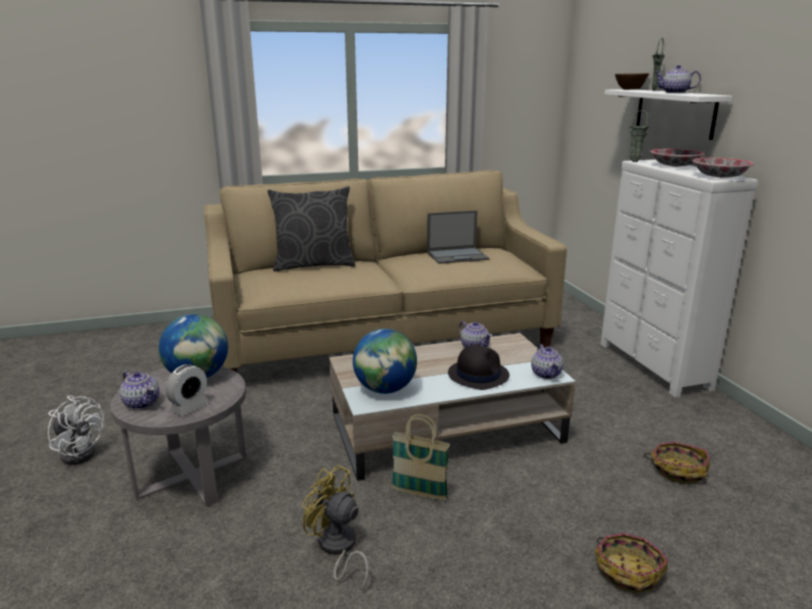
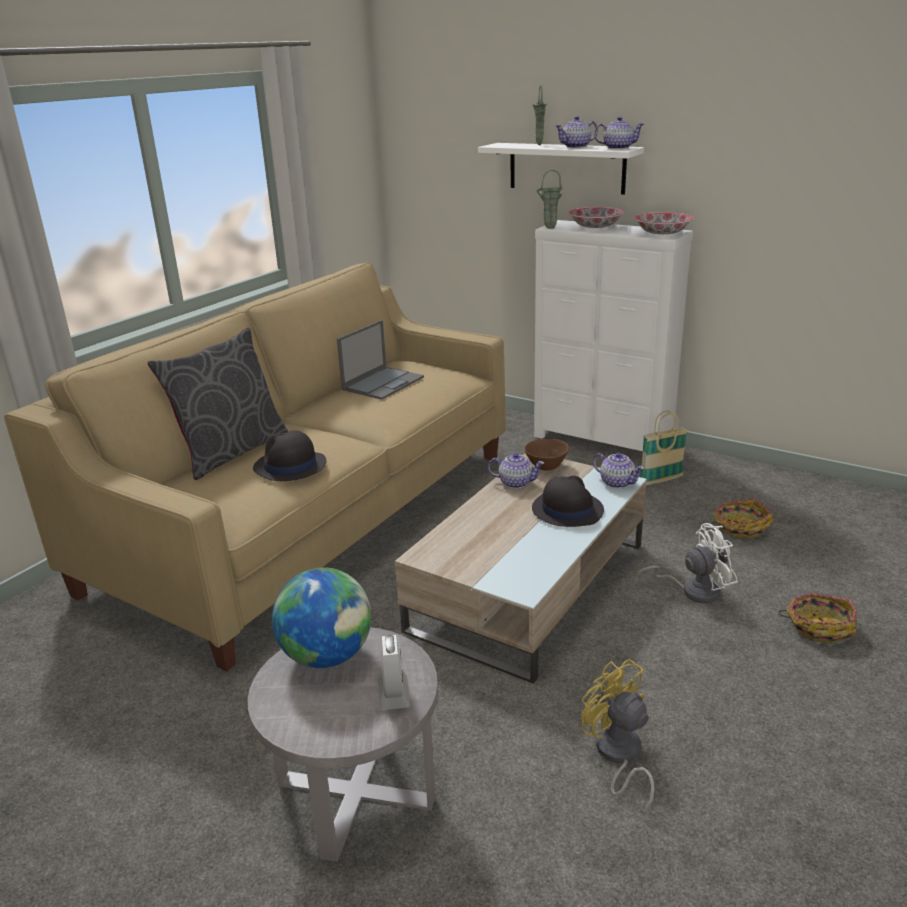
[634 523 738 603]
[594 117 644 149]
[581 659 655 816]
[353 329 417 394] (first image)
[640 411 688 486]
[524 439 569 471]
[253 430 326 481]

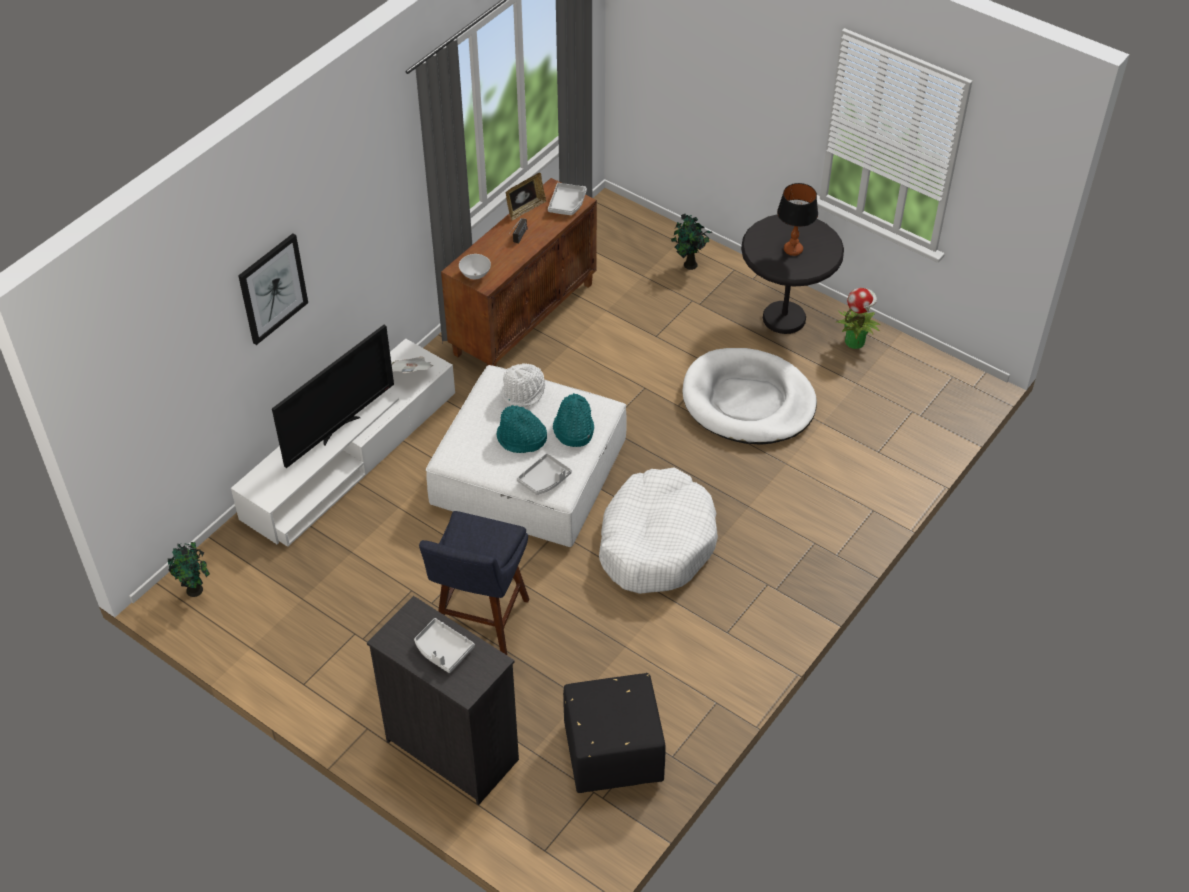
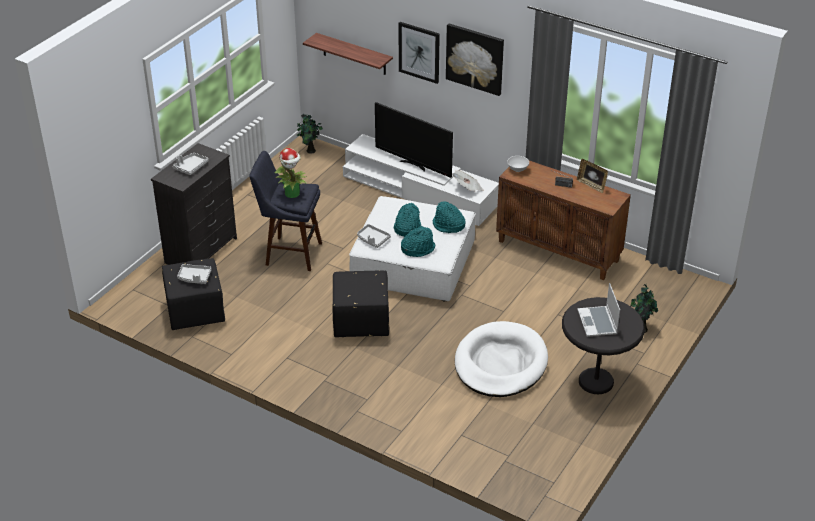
[433 201 465 233]
[177 264 212 284]
[332 271 389 337]
[577 283 620 337]
[275 148 307 198]
[303 33 393 75]
[446 24 504 96]

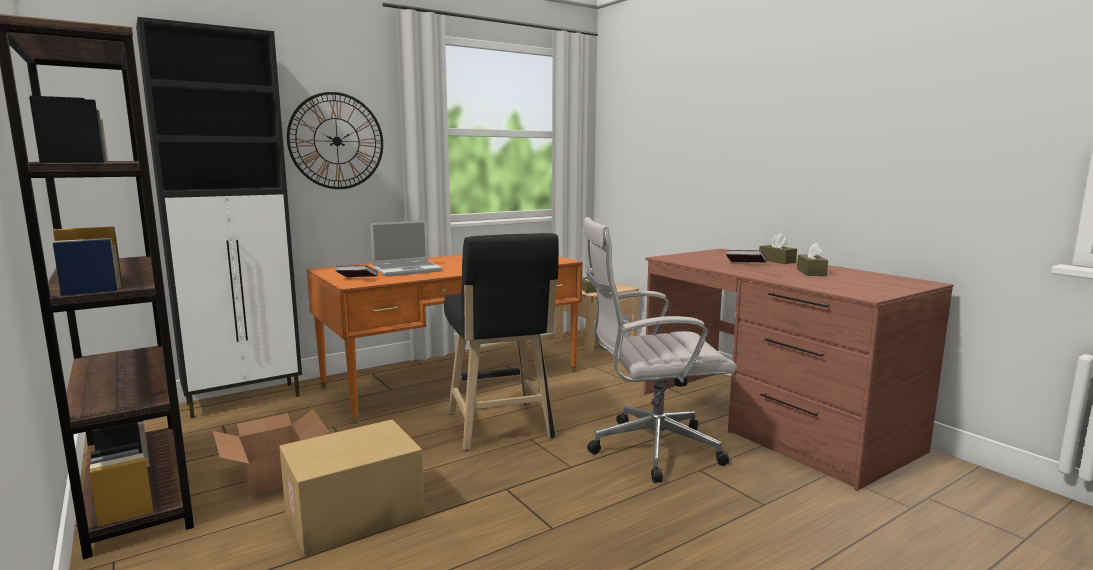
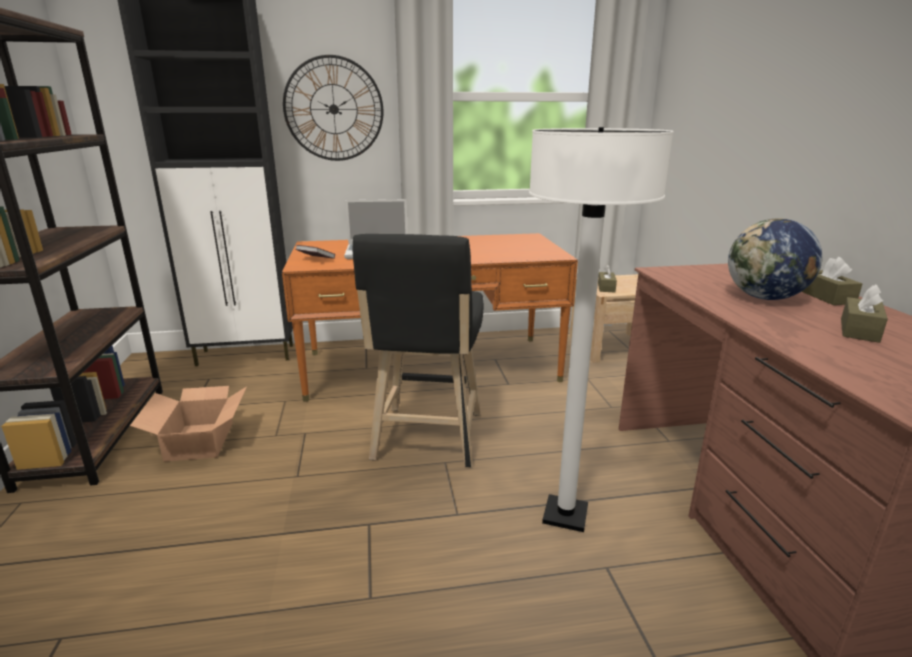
[279 419 425 556] (first image)
[529 127 674 532]
[728 218 823 300]

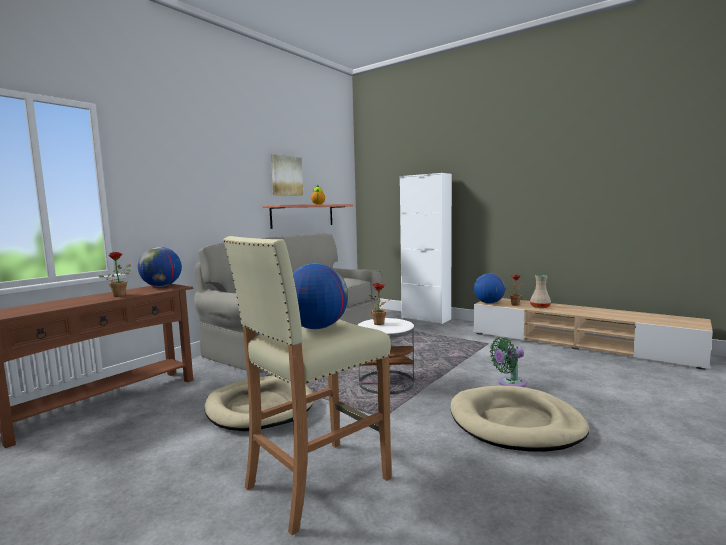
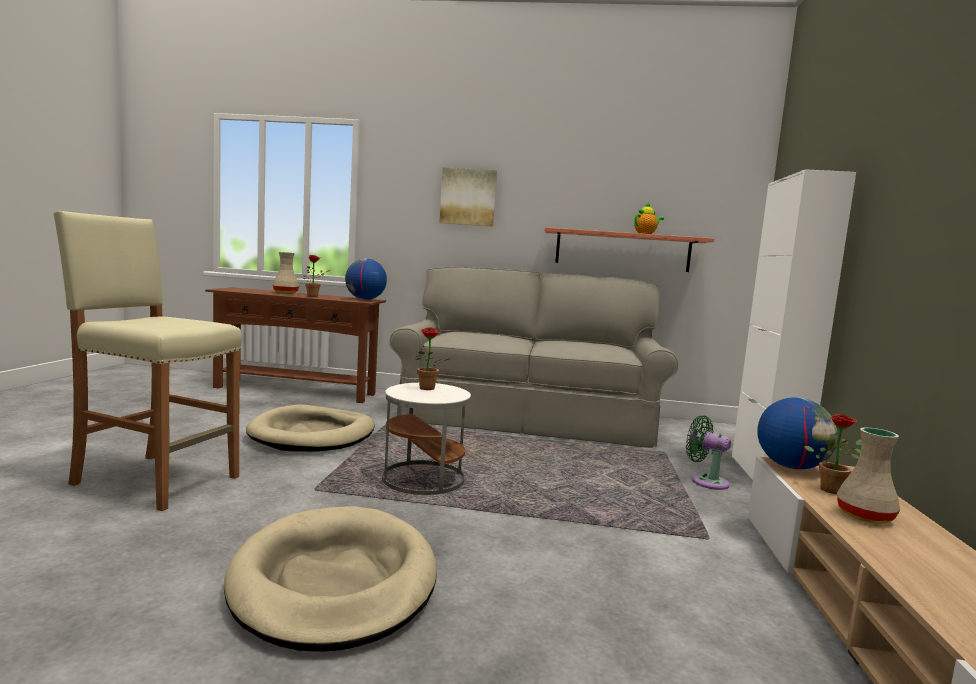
[439 167 497 227]
[293 264 348 329] (first image)
[686 415 731 490]
[273 252 299 294]

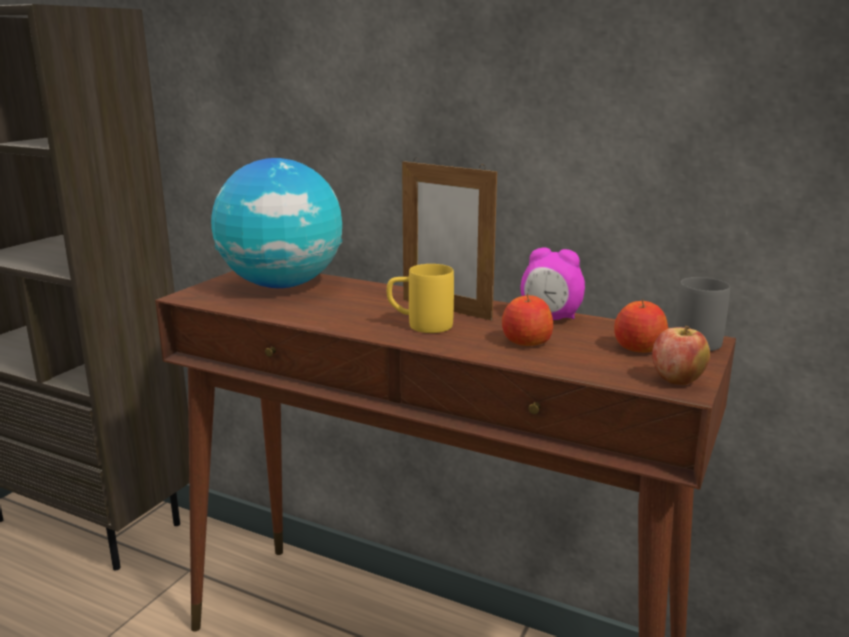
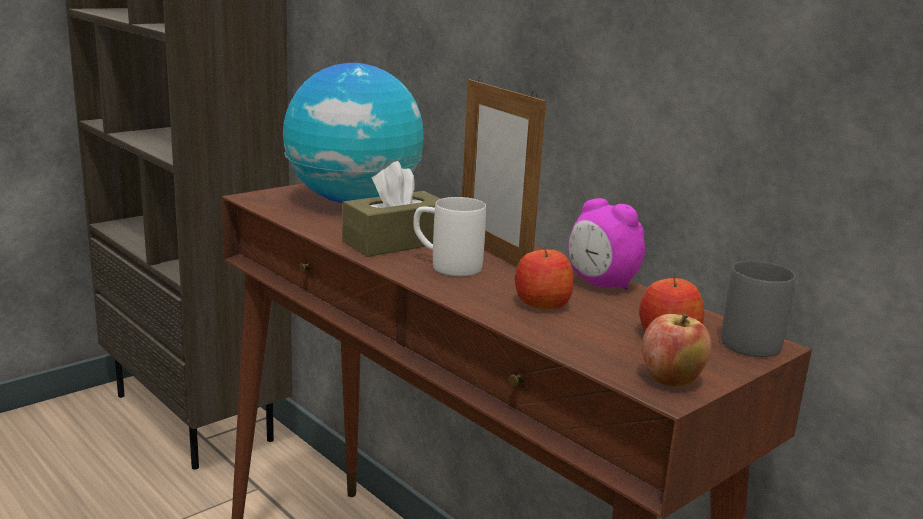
[413 197 486 276]
[342 161 441 257]

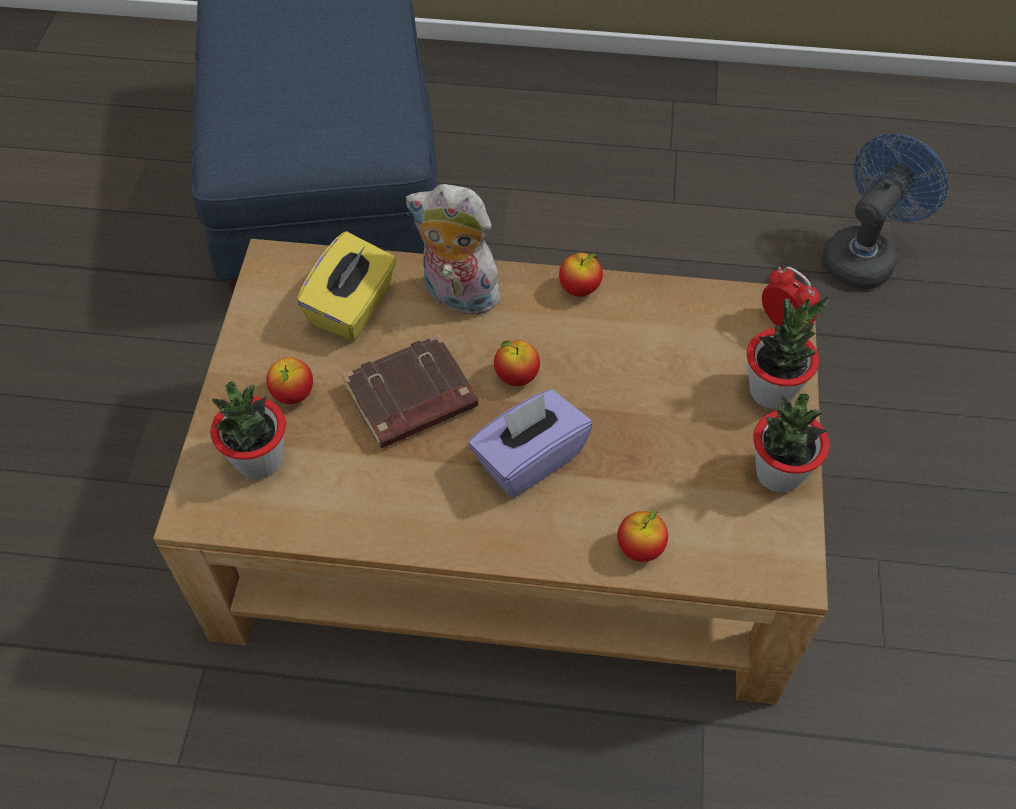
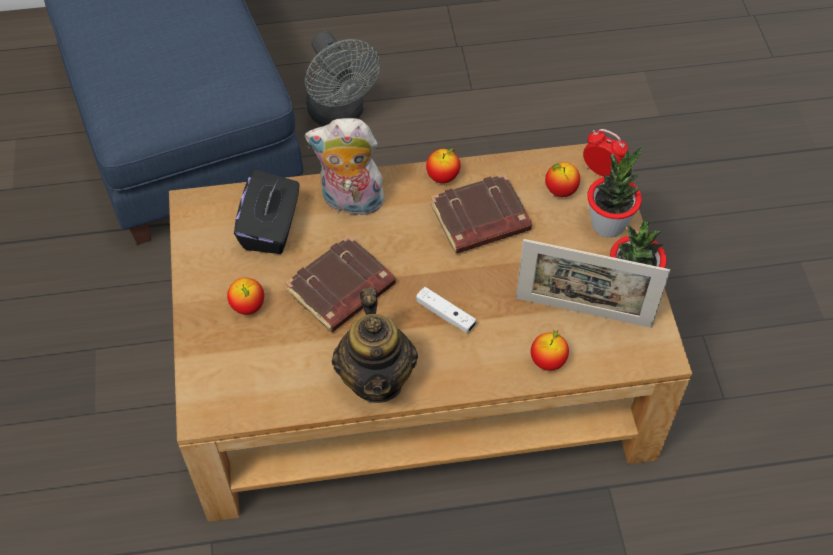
[210 381 286 479] (first image)
[234 170 300 254]
[416 287 476 333]
[545 162 580 197]
[822 134 949 289] (first image)
[305 31 380 126]
[332 287 418 403]
[430 174 532 254]
[516 239 670 328]

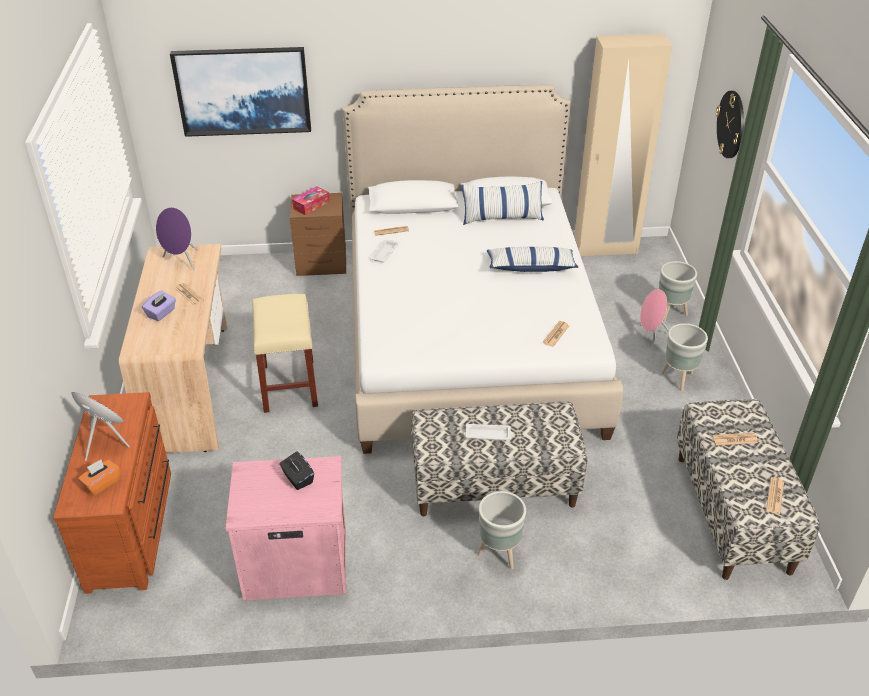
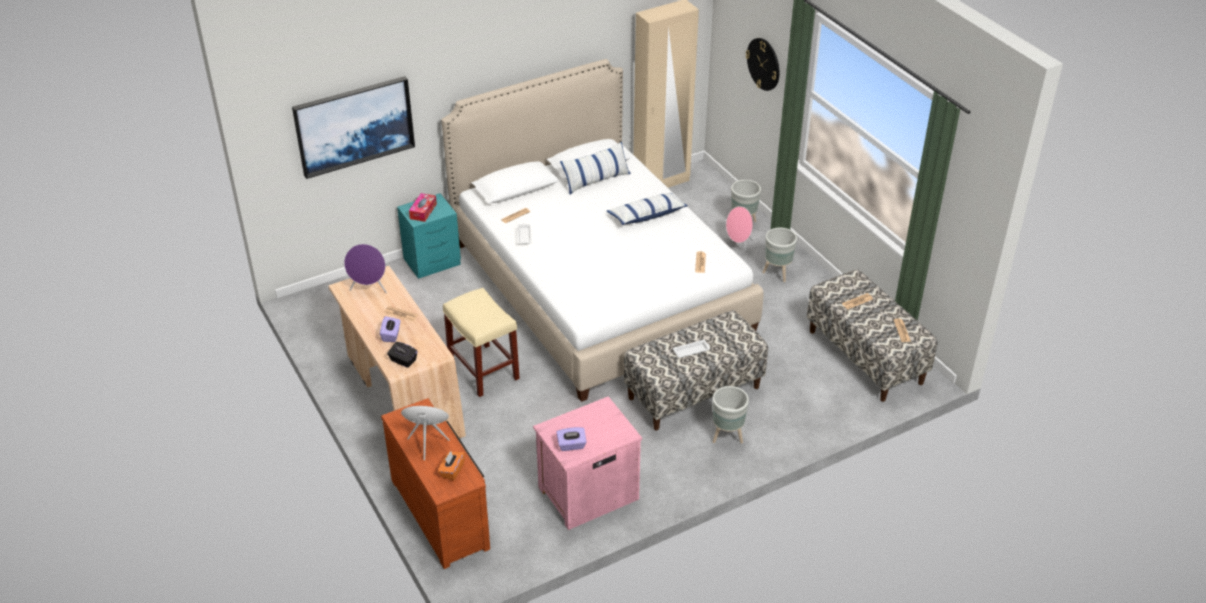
[387 342 418 368]
[397 193 461 279]
[556 427 587 451]

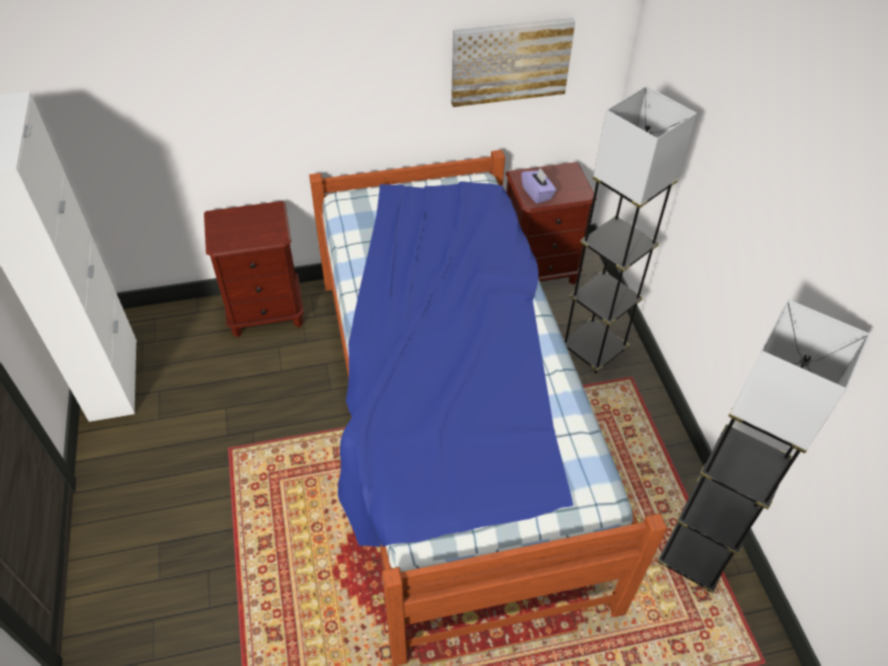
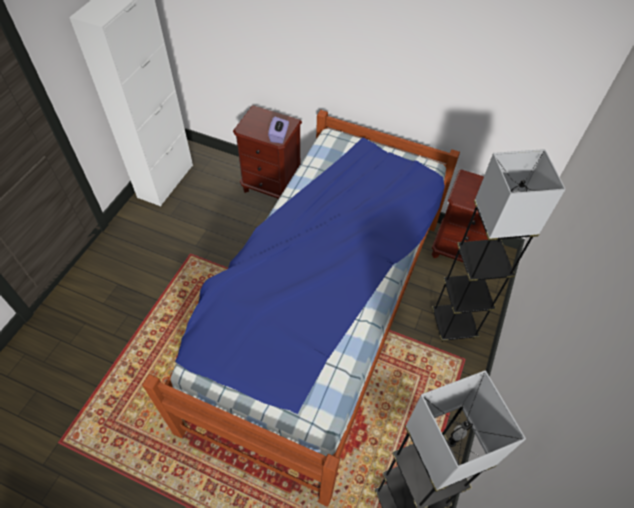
[451 18 575 107] (first image)
[268 117 289 144]

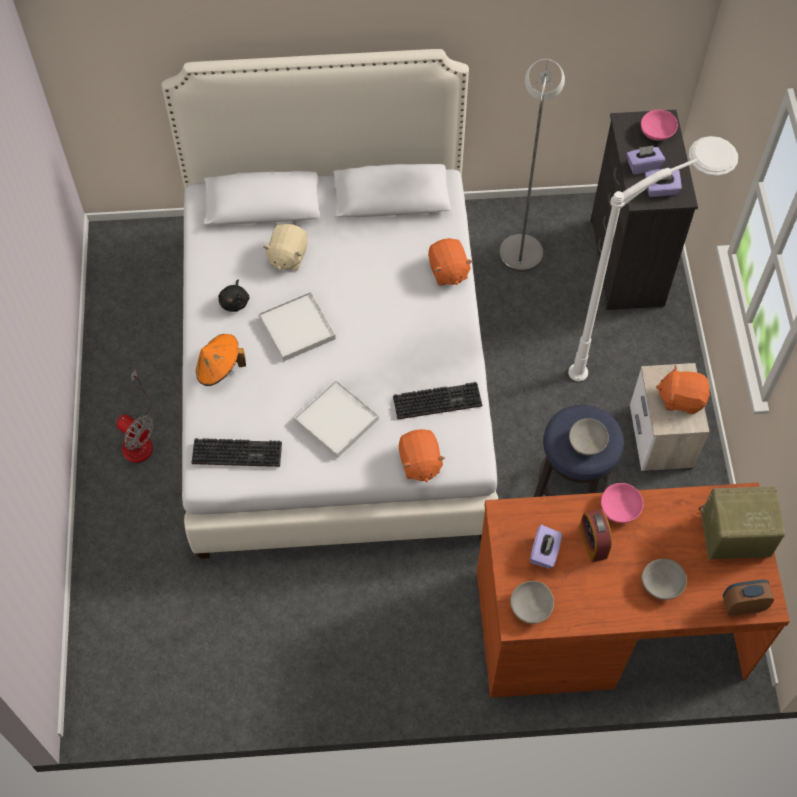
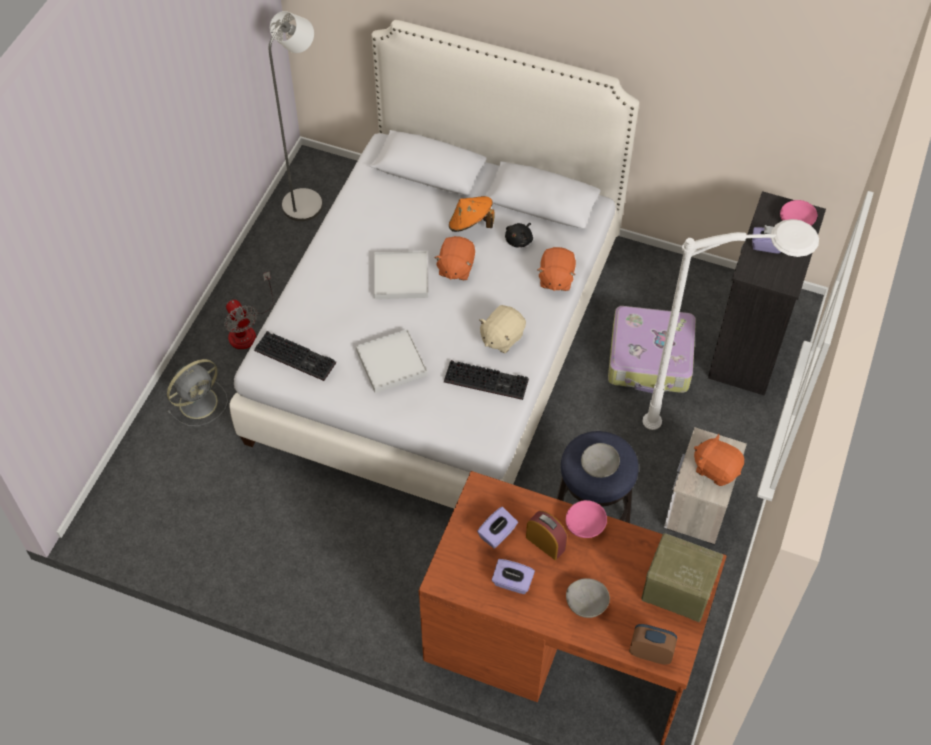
[449 196 494 232]
[505 223 533 248]
[479 305 526 353]
[435 236 475 280]
[269 11 323 221]
[510 581 554 624] (first image)
[526 511 567 560]
[492 559 535 594]
[167 359 228 426]
[608 306 696 393]

